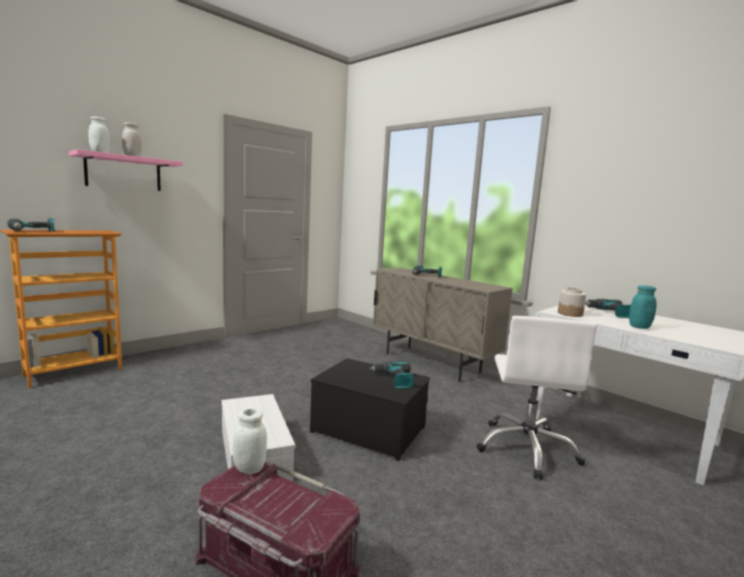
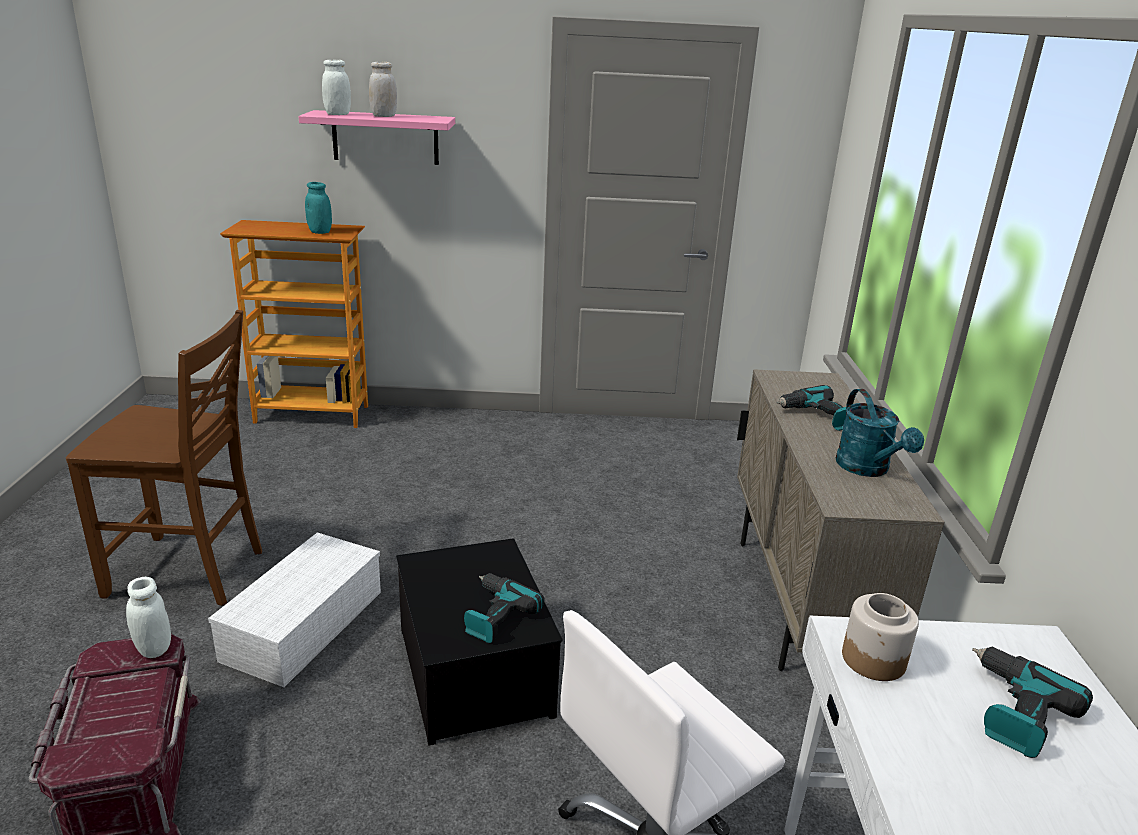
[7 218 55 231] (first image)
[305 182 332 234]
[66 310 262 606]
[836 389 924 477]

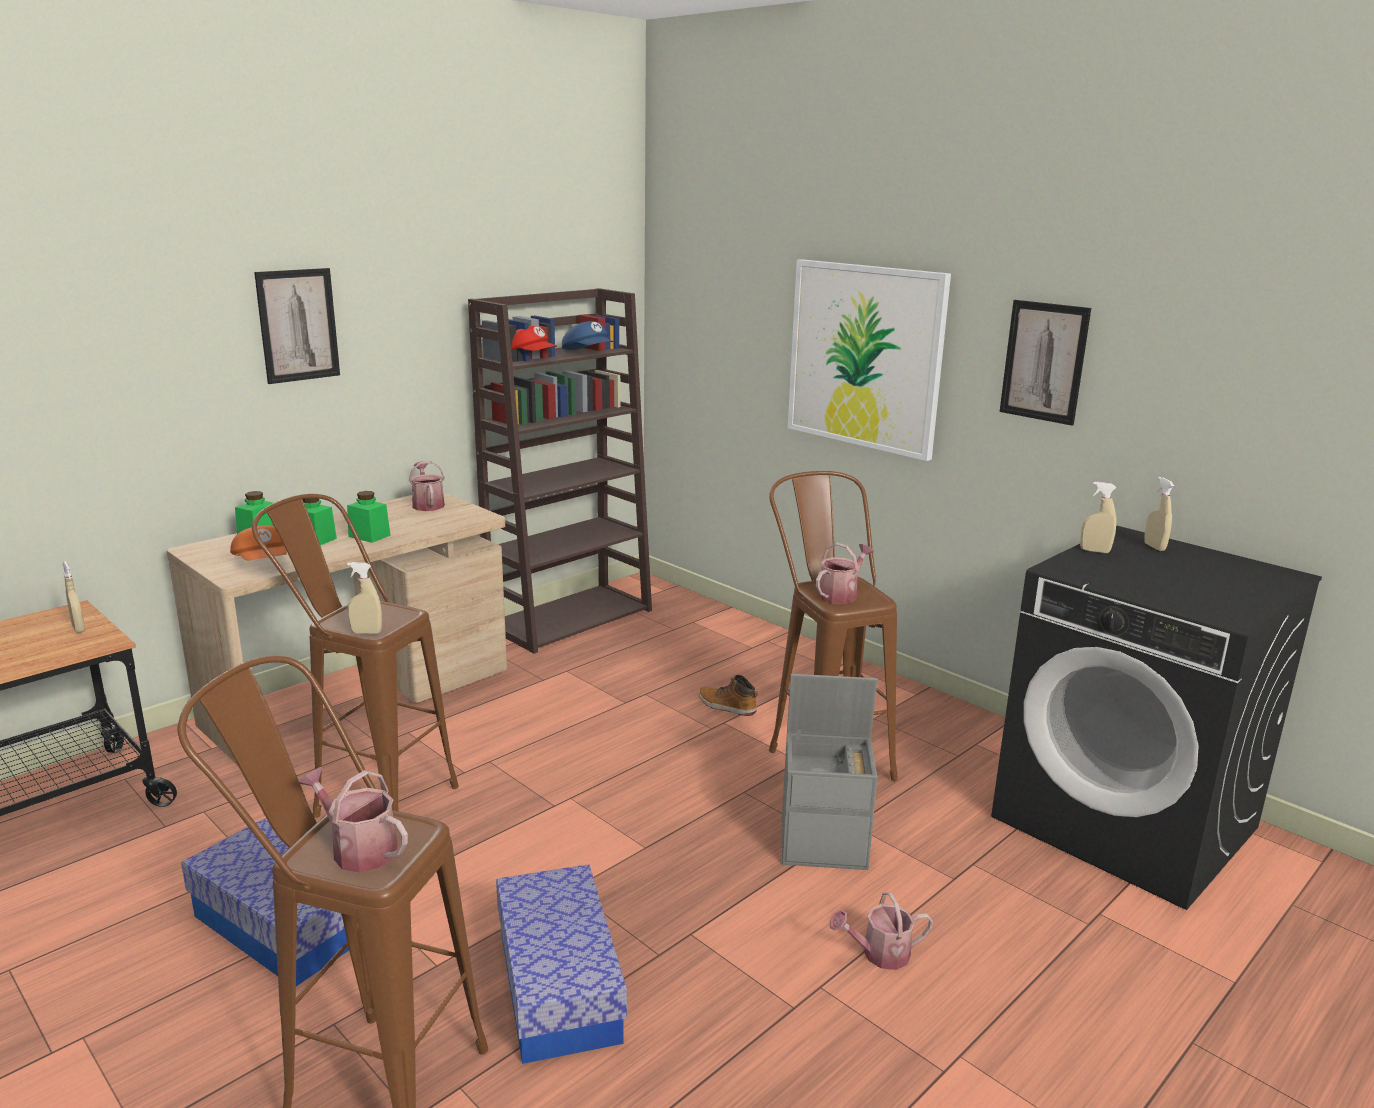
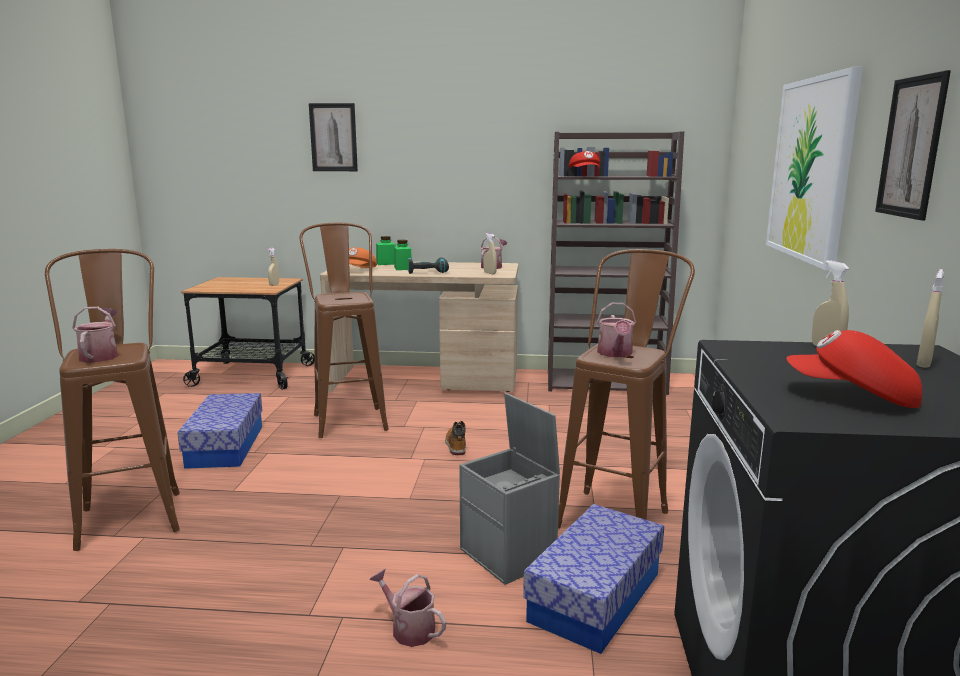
[309 103 358 171]
[408 257 449 274]
[483 233 497 274]
[523 504 664 654]
[562 321 613 350] (first image)
[445 421 466 455]
[597 303 636 357]
[787 330 922 408]

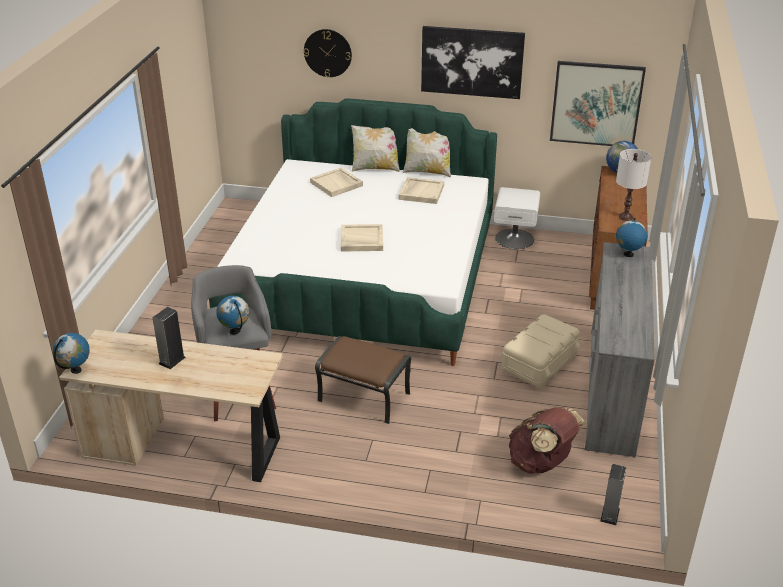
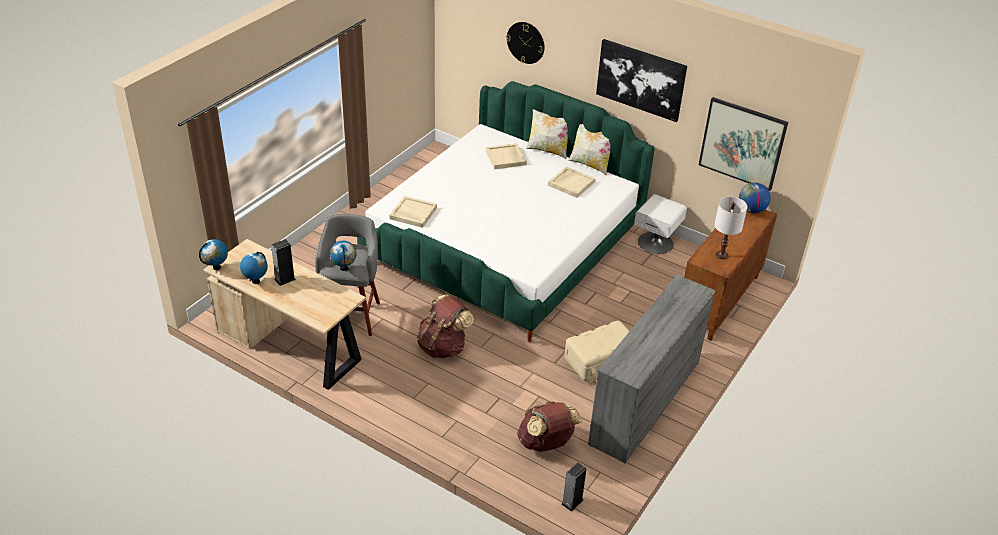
[417 294 474 358]
[389 196 437 228]
[240 252 268 284]

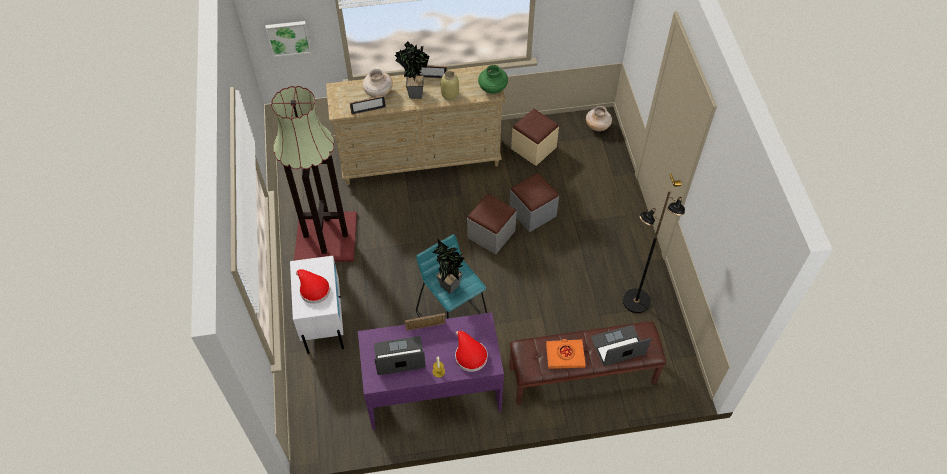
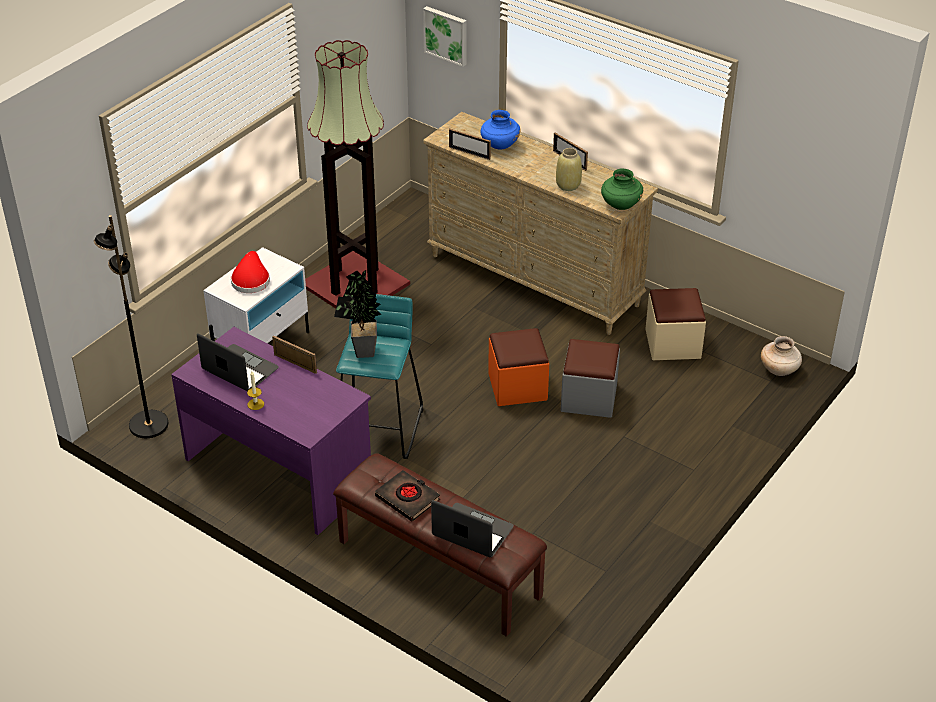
[480 110 520 150]
[395 42 429 99] (first image)
[455 331 488 372] (first image)
[488 328 549 406]
[375 470 440 522]
[94 215 168 438]

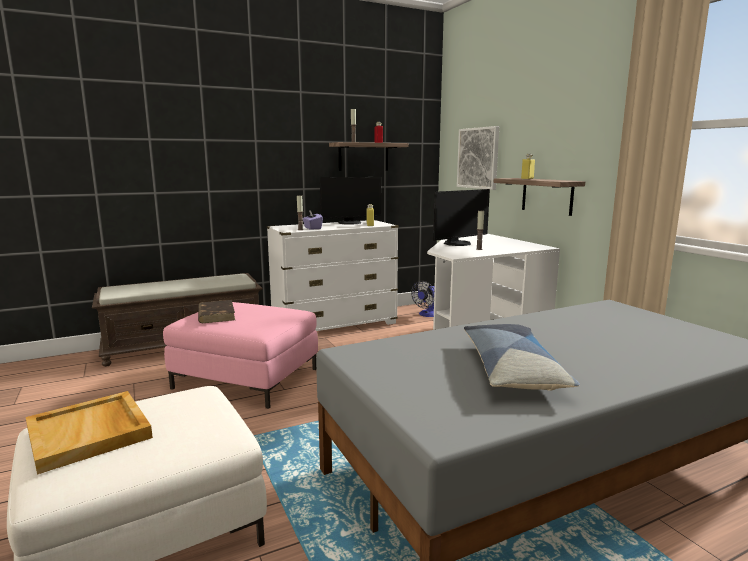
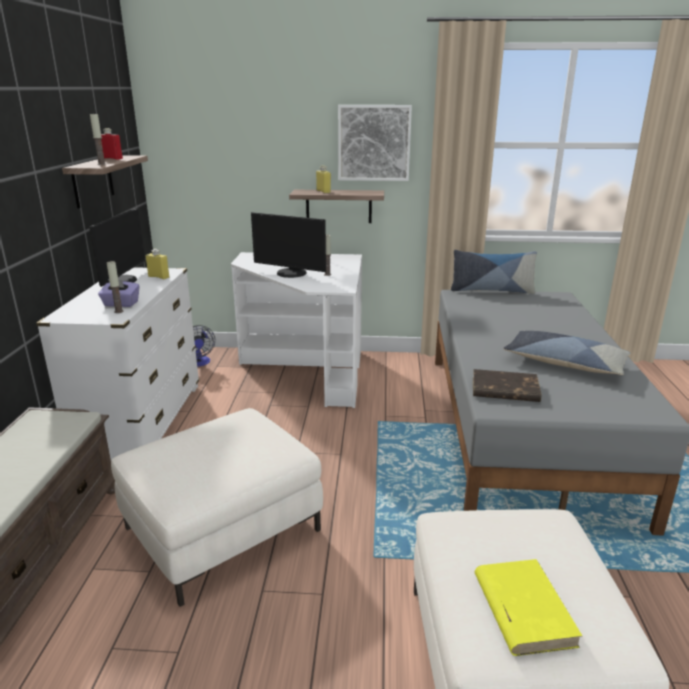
[475 559 582 656]
[111 408 323 607]
[473 369 541 402]
[251 212 326 278]
[338 105 412 181]
[451 250 537 294]

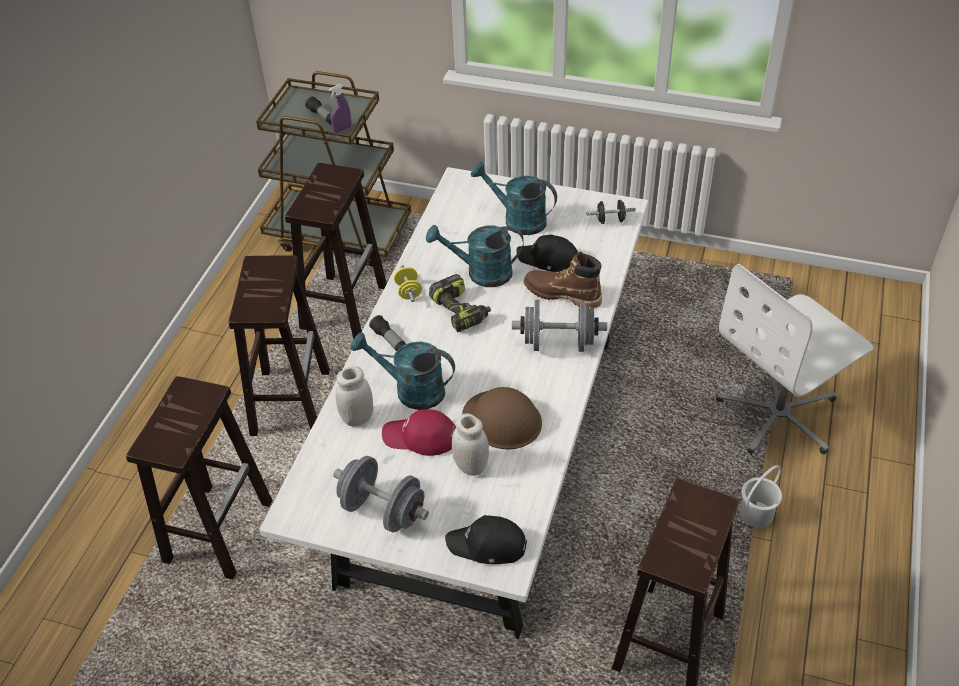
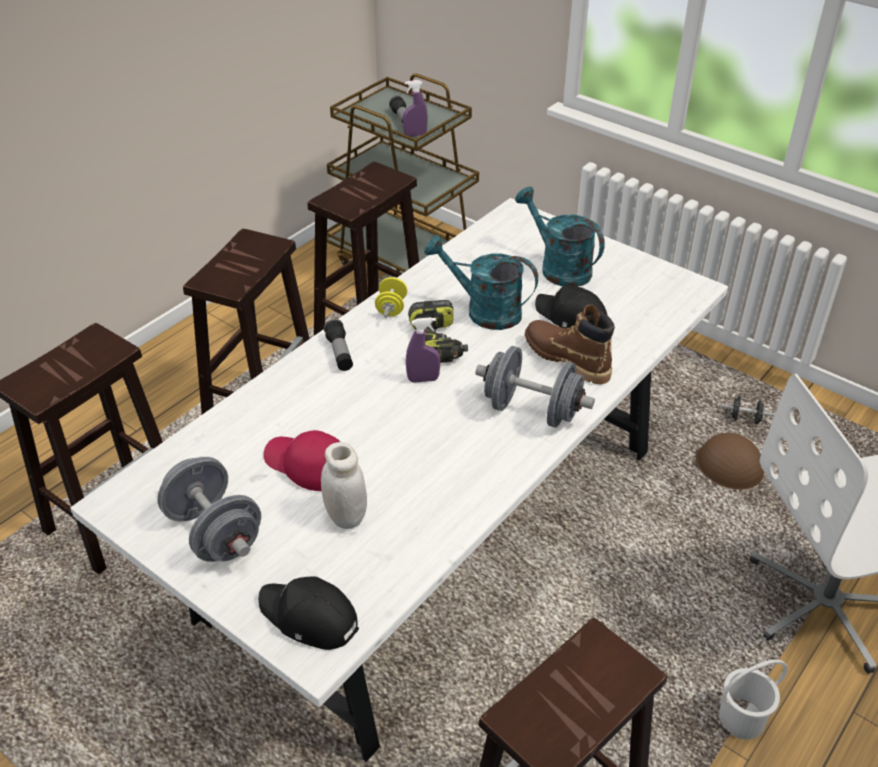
[336 366 373 427] (first image)
[351 332 455 410] (first image)
[696 433 764 490]
[720 396 775 424]
[406 317 441 383]

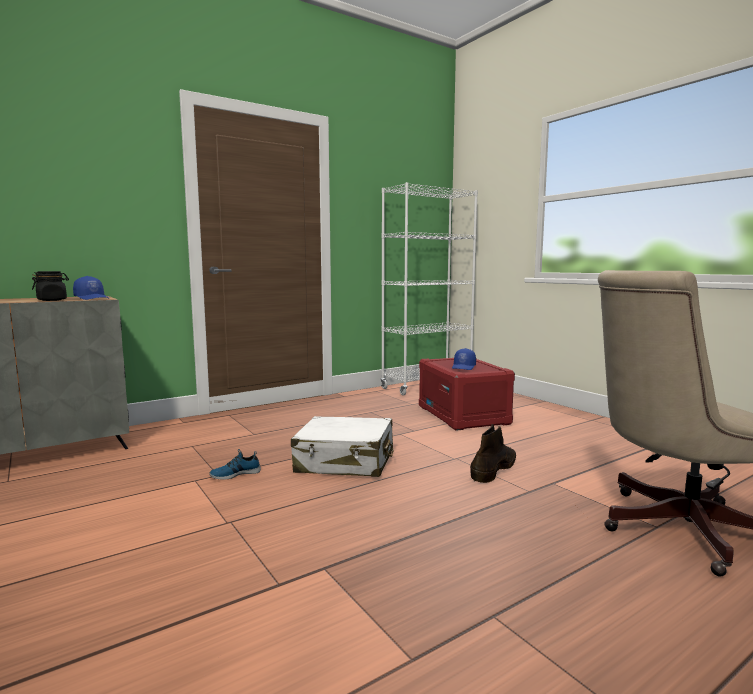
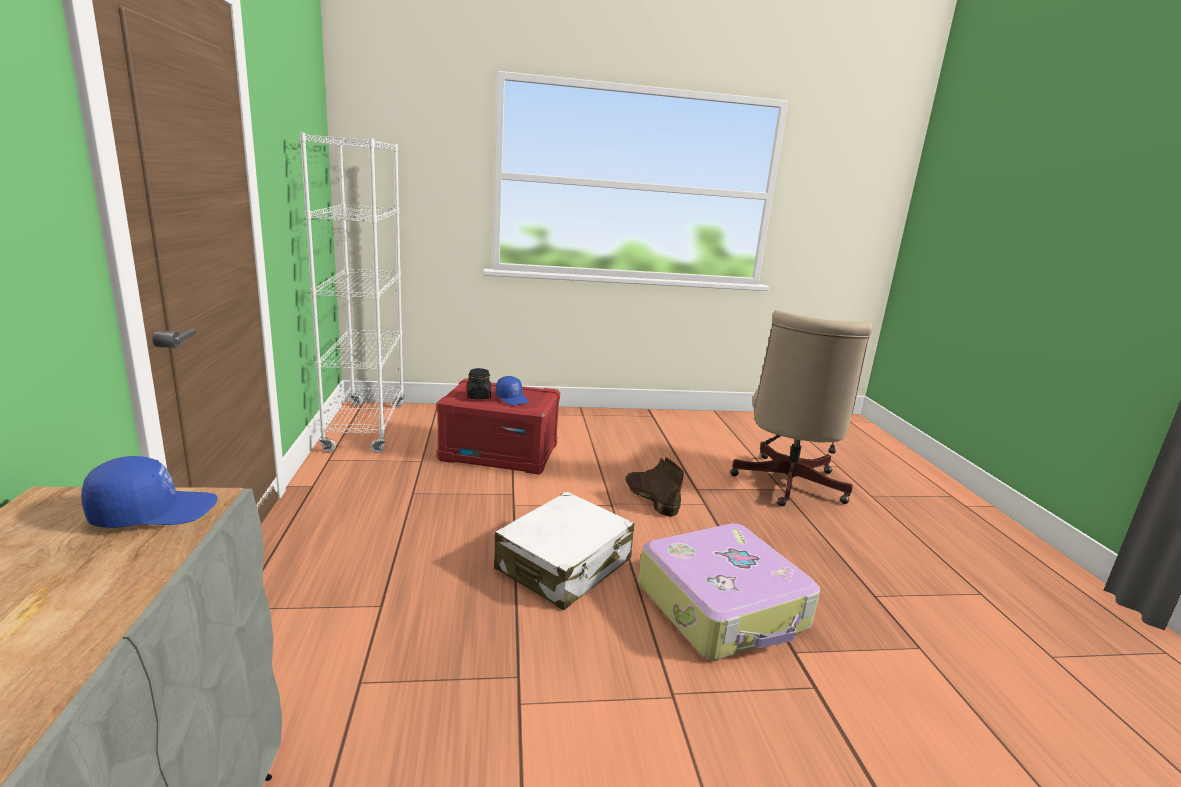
[467 368 491 399]
[209 449 261 480] (first image)
[638 523 820 660]

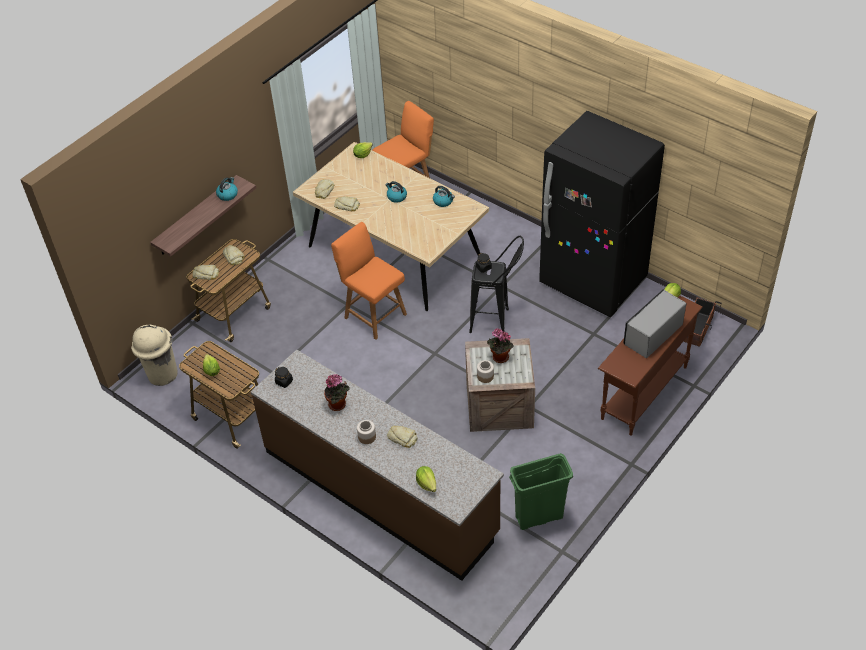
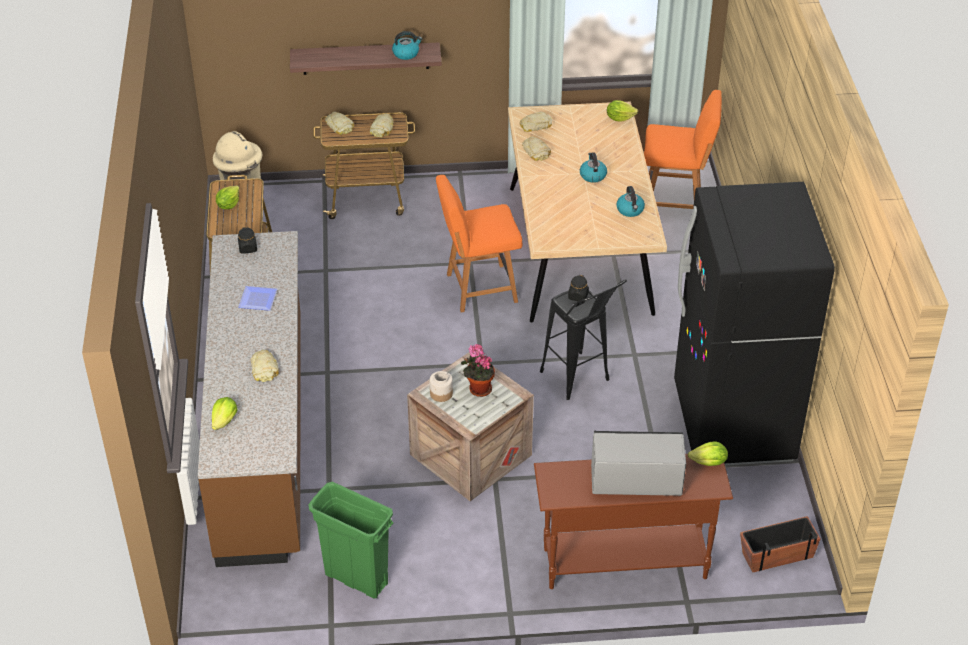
[238 286 277 311]
[436 175 522 313]
[357 420 376 444] (first image)

